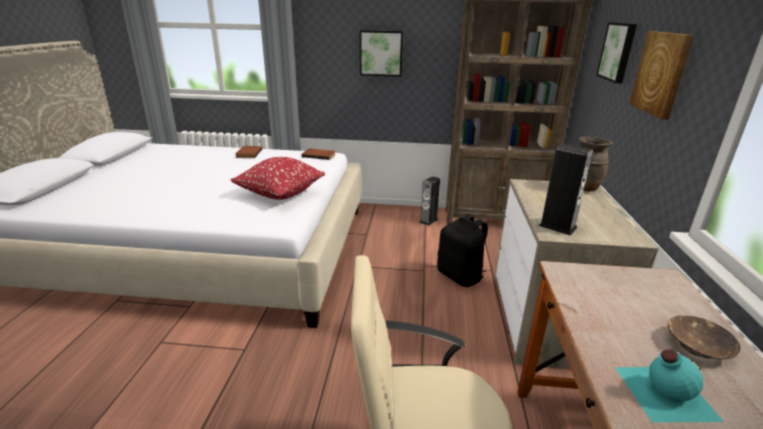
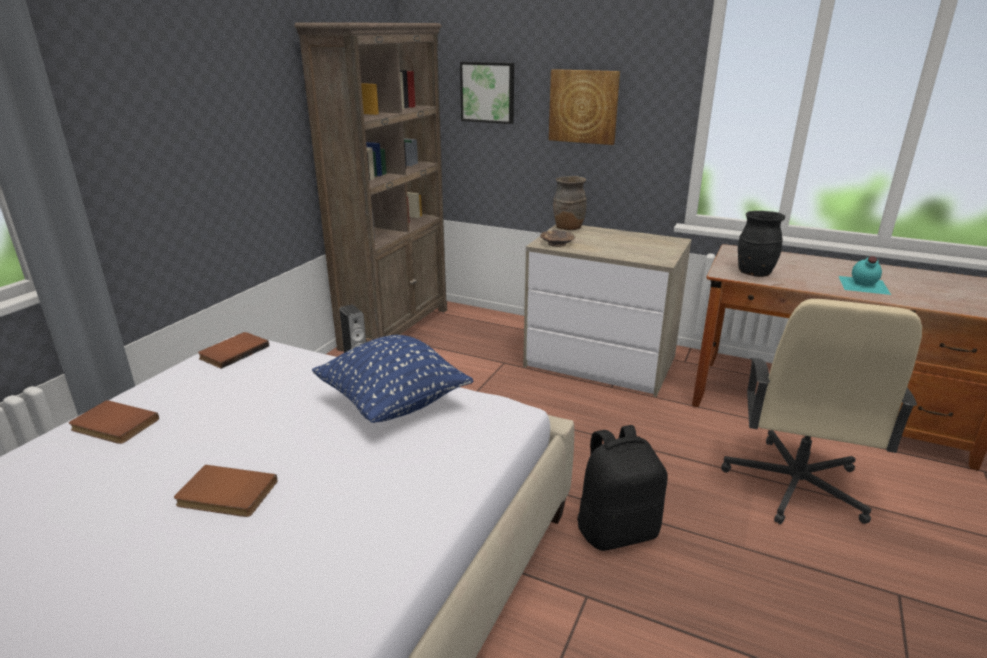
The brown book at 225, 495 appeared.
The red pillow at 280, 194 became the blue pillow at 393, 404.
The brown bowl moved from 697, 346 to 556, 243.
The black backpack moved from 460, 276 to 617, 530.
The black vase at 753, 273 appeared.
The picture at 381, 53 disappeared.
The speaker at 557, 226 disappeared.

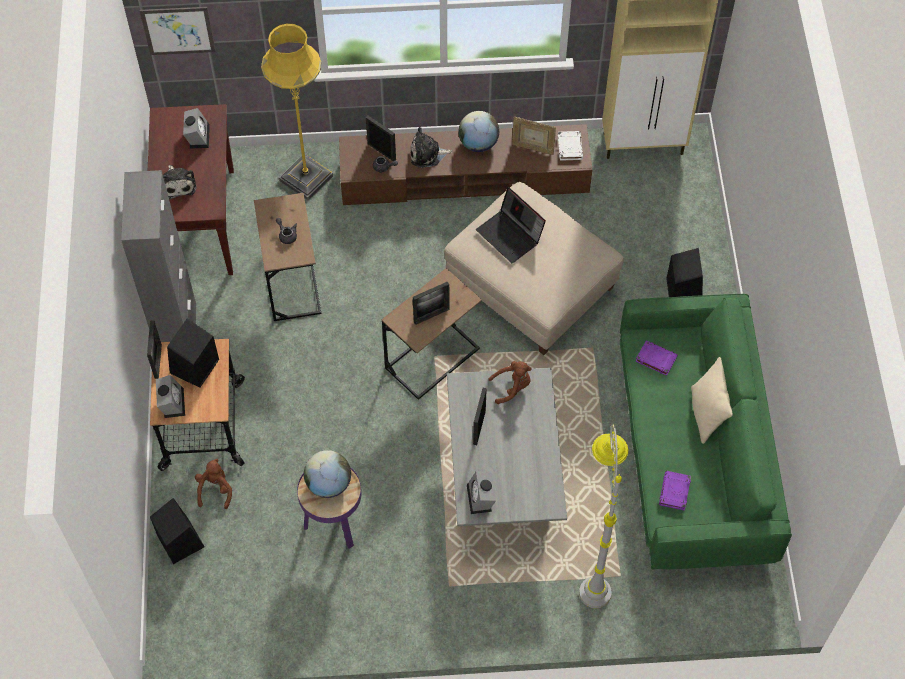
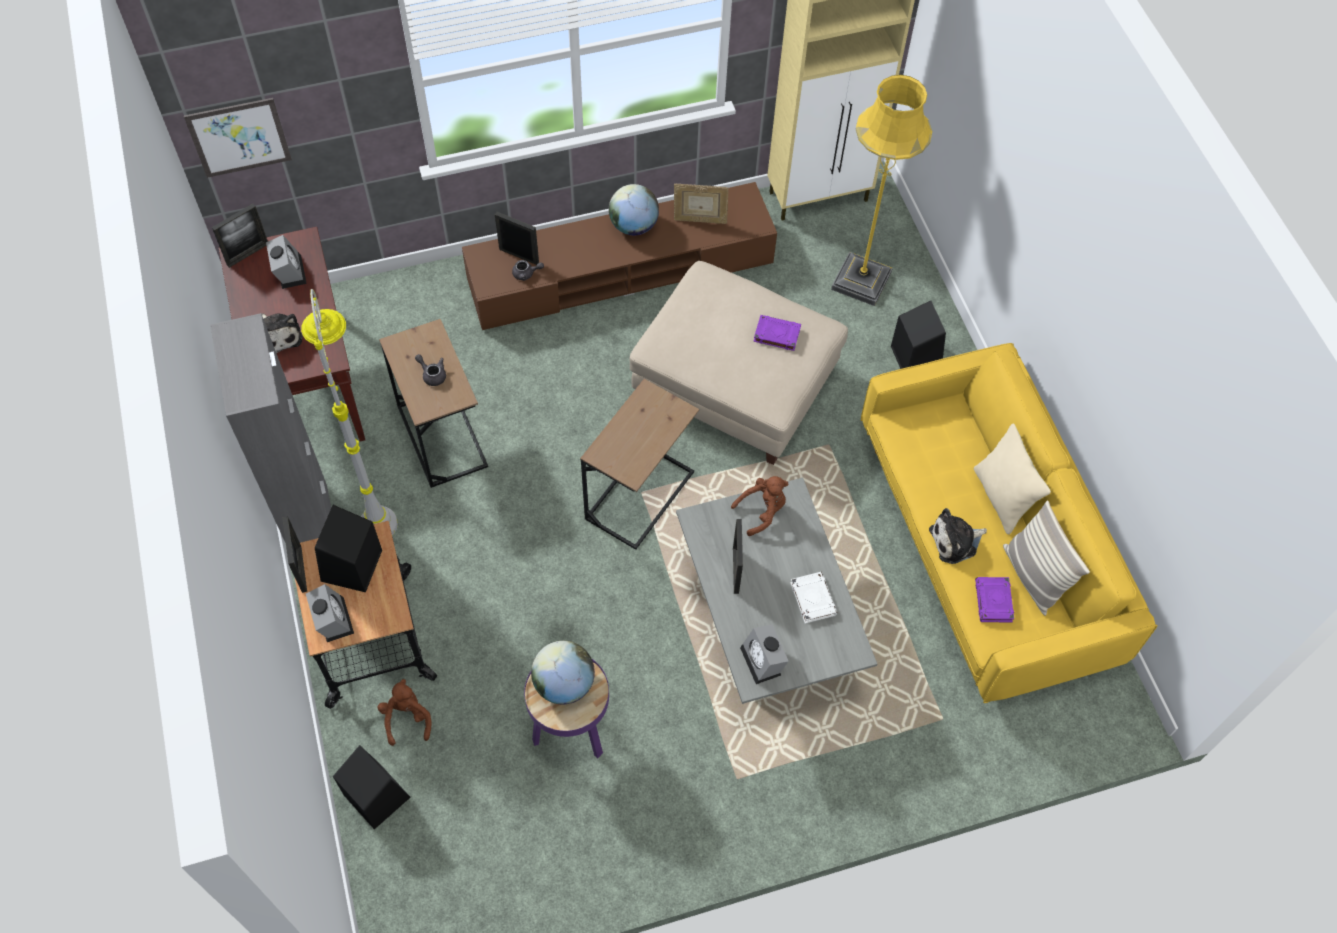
The picture frame moved from 431, 315 to 247, 254.
The grey floor lamp moved from 593, 567 to 374, 497.
The purple book moved from 655, 359 to 776, 334.
The white book moved from 569, 147 to 812, 598.
The yellow floor lamp moved from 306, 178 to 861, 281.
The green sofa at 692, 452 became the yellow sofa at 982, 547.
The plush toy moved from 427, 154 to 956, 541.
The pillow at 1032, 577 appeared.
The laptop at 510, 235 disappeared.

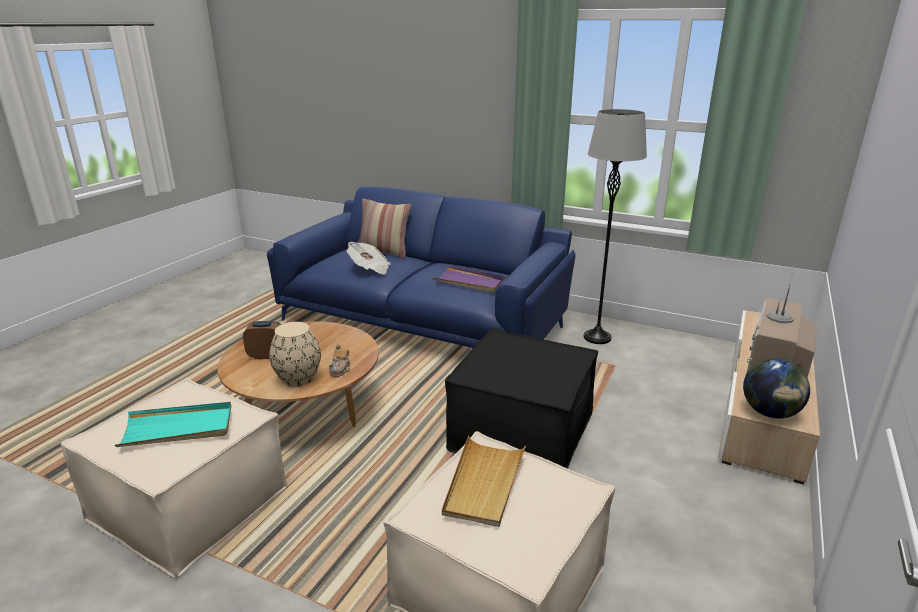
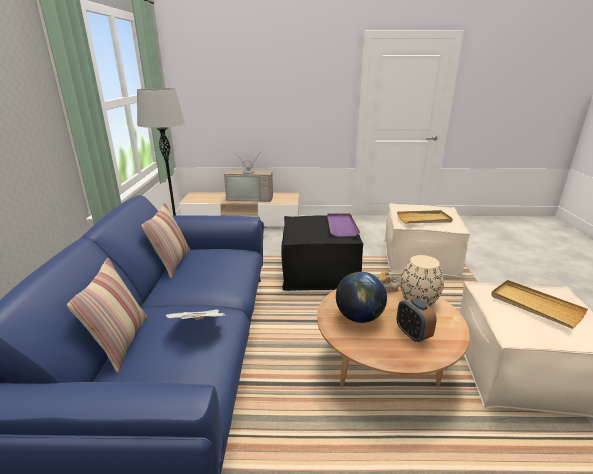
The pillow at 172, 263 appeared.
The purple tray moved from 469, 282 to 341, 226.
The globe moved from 770, 413 to 359, 317.
The turquoise tray at 178, 428 became the beige tray at 535, 305.

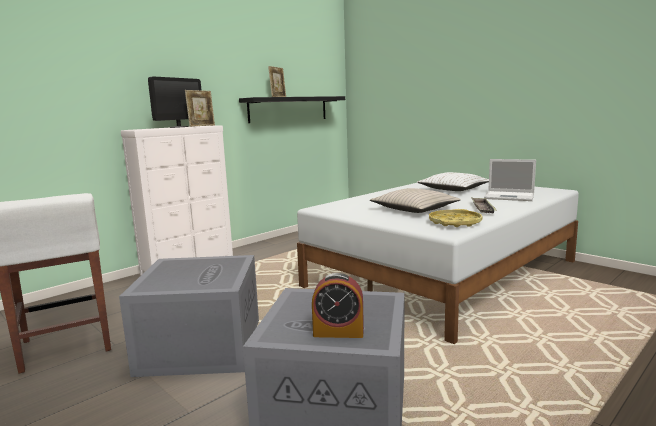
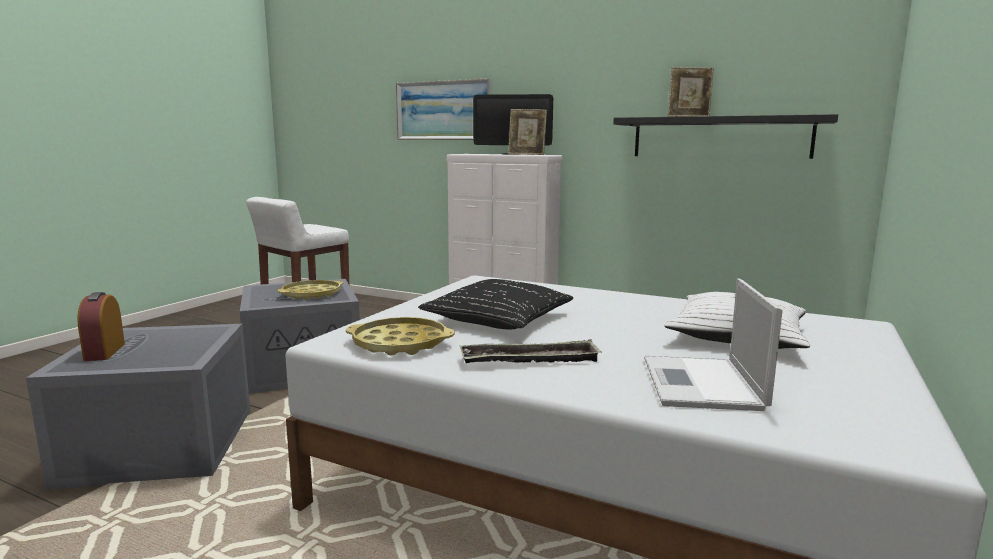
The yellow tray at 312, 294 appeared.
The picture at 443, 110 appeared.
The beige pillow at 414, 209 became the black pillow at 499, 319.

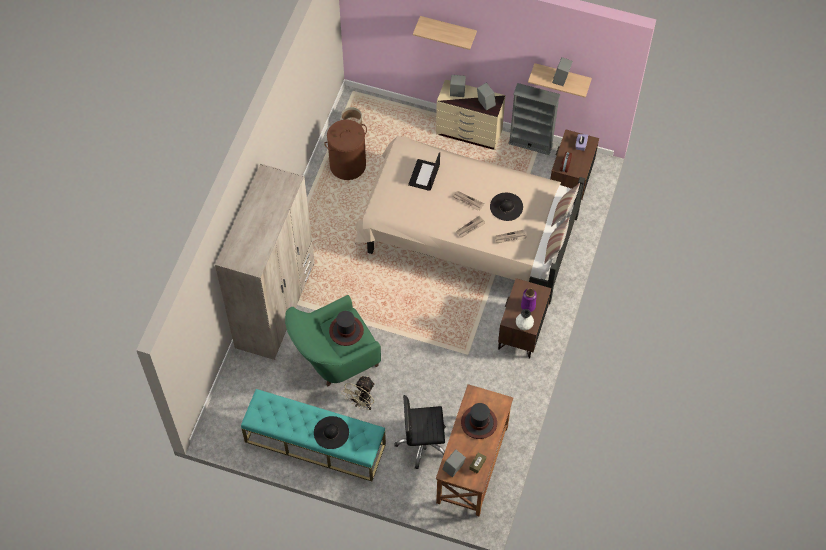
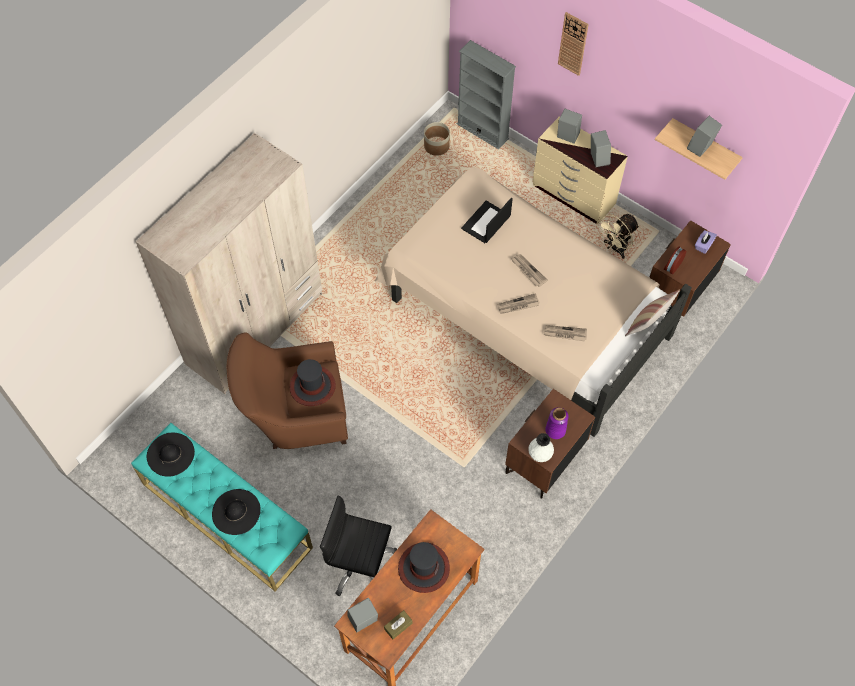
The black hat moved from 506, 206 to 170, 454.
The green armchair at 333, 358 became the brown armchair at 295, 416.
The grey bookcase moved from 530, 144 to 482, 131.
The shelf at 448, 29 was replaced by the wall clock at 573, 44.
The beige fan moved from 361, 402 to 615, 249.
The brown laundry basket at 347, 165 disappeared.
The pillow at 554, 249 disappeared.

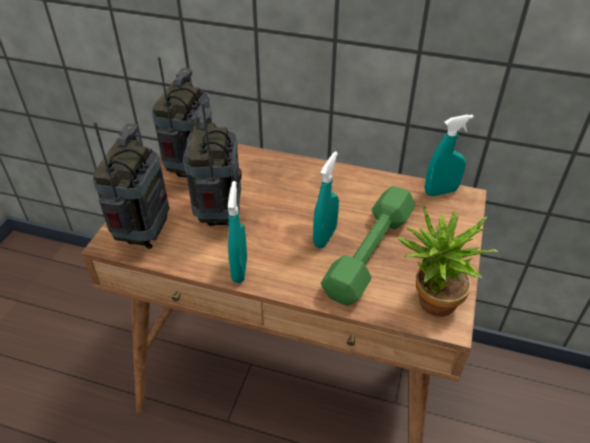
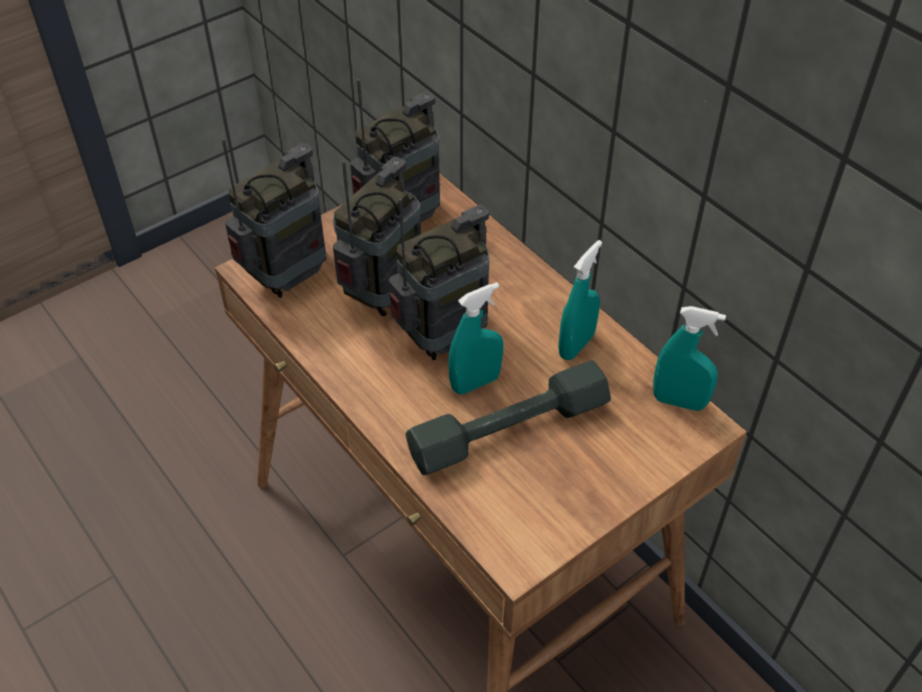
The radio at 444, 339 appeared.
The green dumbbell at 369, 252 became the grey dumbbell at 508, 429.
The turquoise spray bottle moved from 239, 269 to 576, 345.
The potted plant at 430, 304 disappeared.

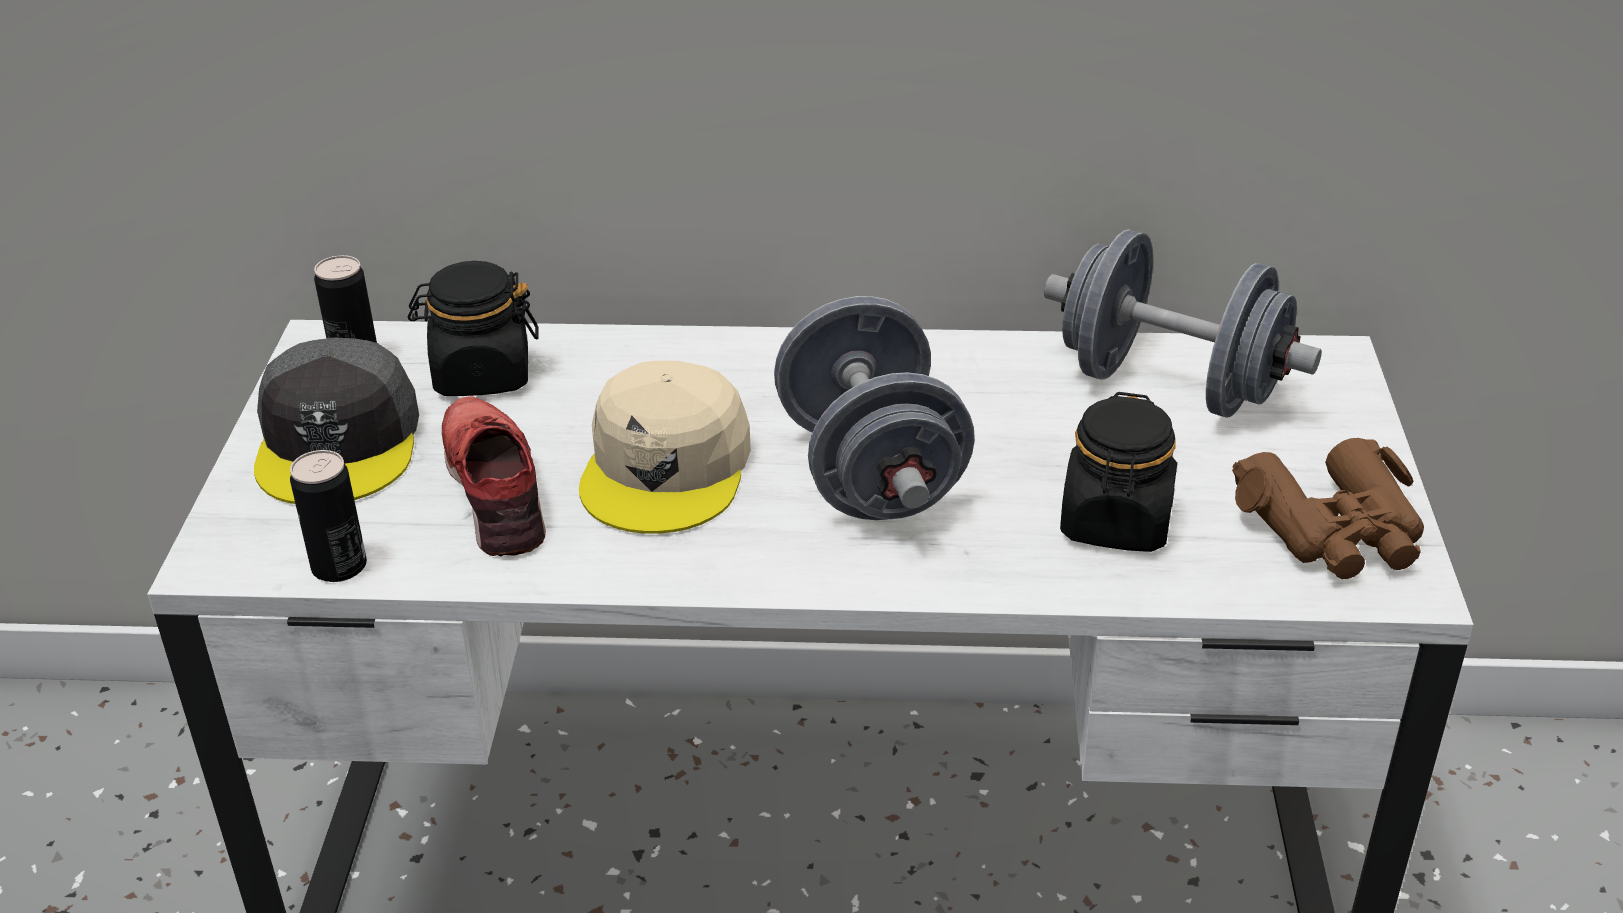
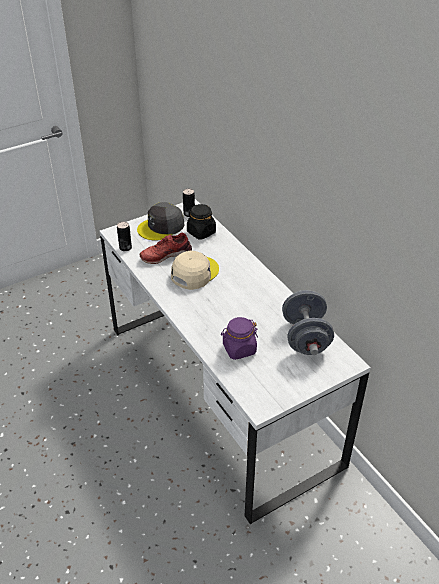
The red shoe at 498, 489 turned 150 degrees counterclockwise.
The beige cap at 667, 468 turned 150 degrees clockwise.
The black jar at 1116, 522 became the purple jar at 239, 349.
The grey dumbbell at 871, 472 disappeared.
The brown binoculars at 1334, 530 disappeared.

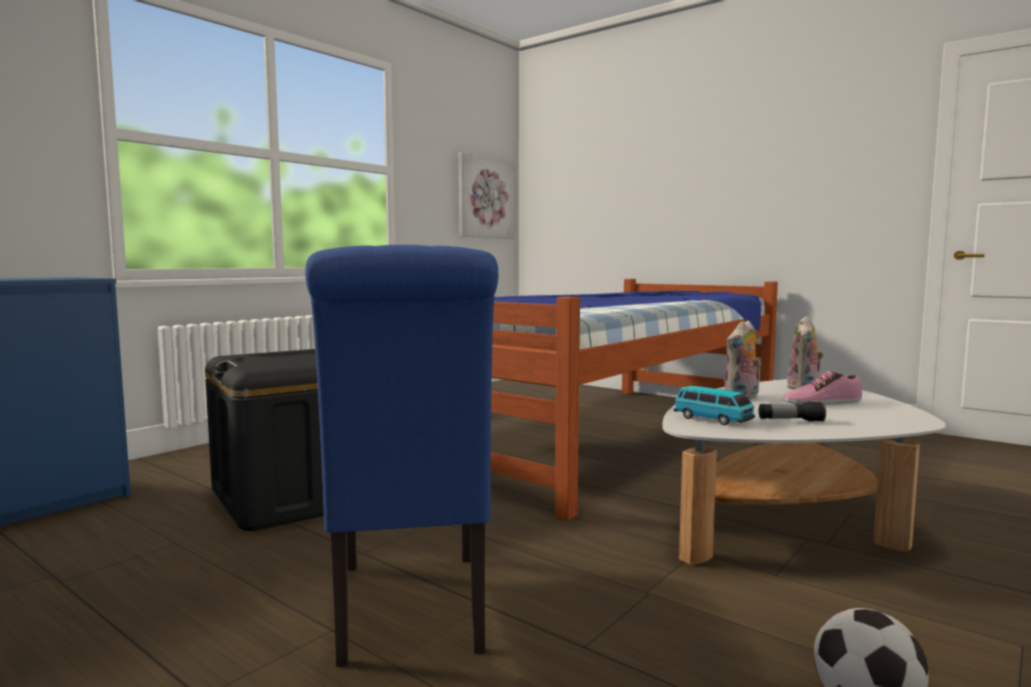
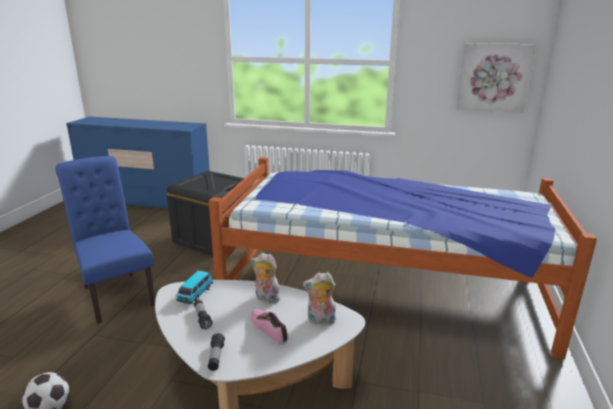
The blue chair at 410, 612 turned 90 degrees clockwise.
The flashlight at 216, 357 appeared.

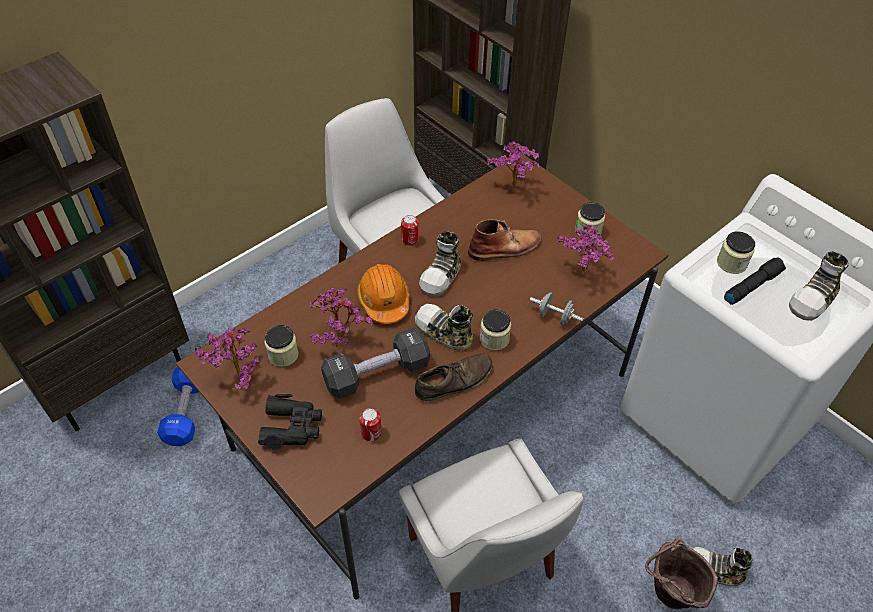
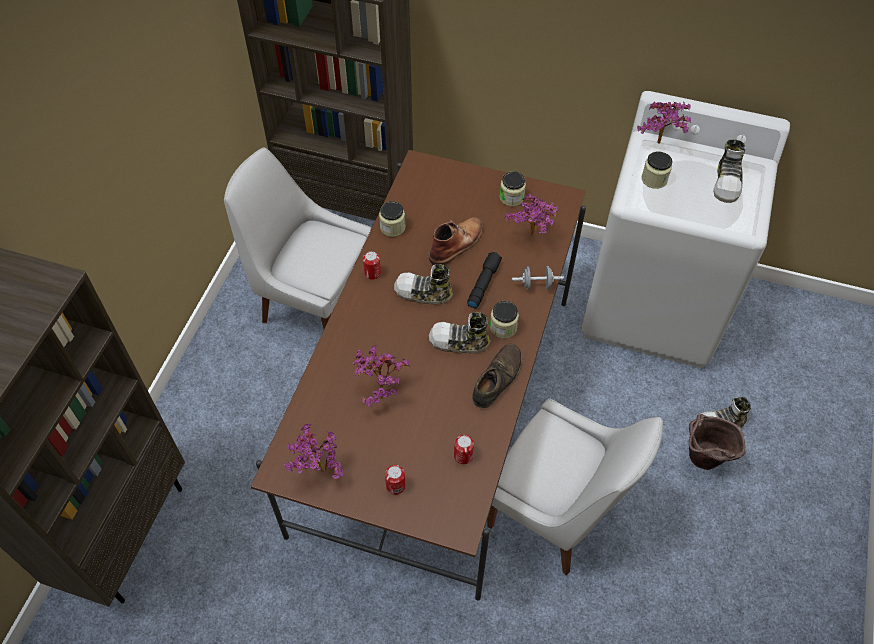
The jar moved from 283, 355 to 392, 227.
The black binoculars at 292, 426 was replaced by the can at 395, 486.
The shoe at 442, 276 turned 105 degrees clockwise.
The black flashlight moved from 752, 285 to 483, 283.
The potted plant moved from 513, 188 to 660, 145.
The blue dumbbell at 186, 412 disappeared.
The black dumbbell at 377, 374 disappeared.
The orange hard hat at 384, 300 disappeared.

